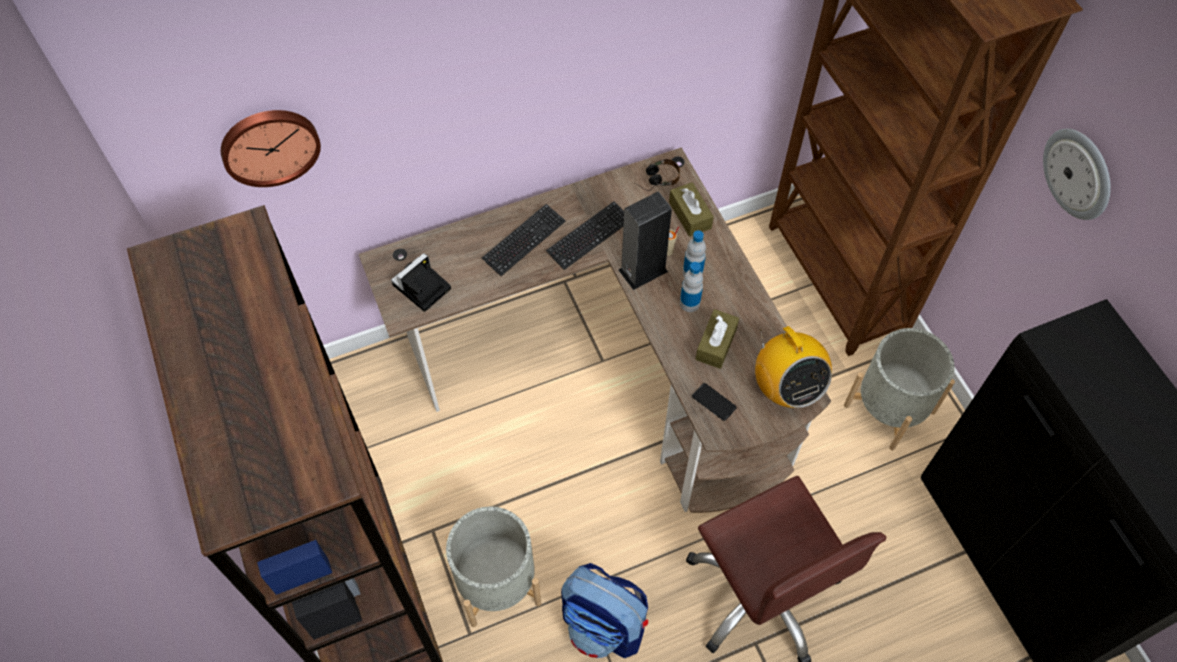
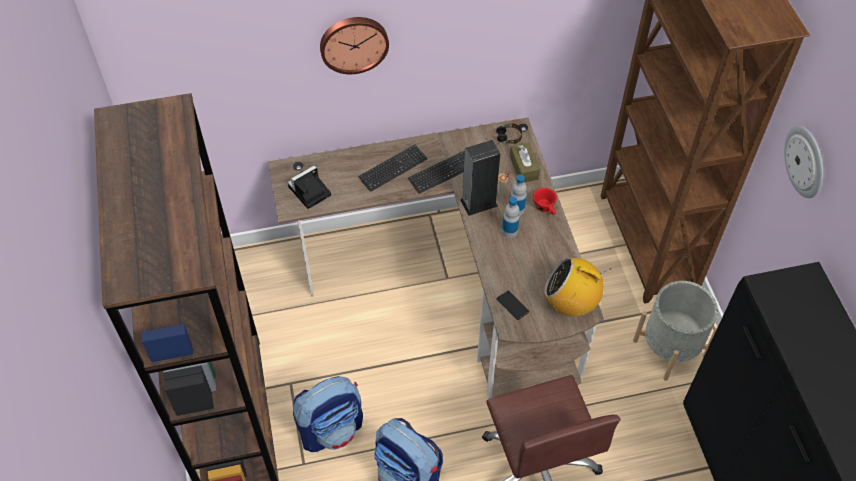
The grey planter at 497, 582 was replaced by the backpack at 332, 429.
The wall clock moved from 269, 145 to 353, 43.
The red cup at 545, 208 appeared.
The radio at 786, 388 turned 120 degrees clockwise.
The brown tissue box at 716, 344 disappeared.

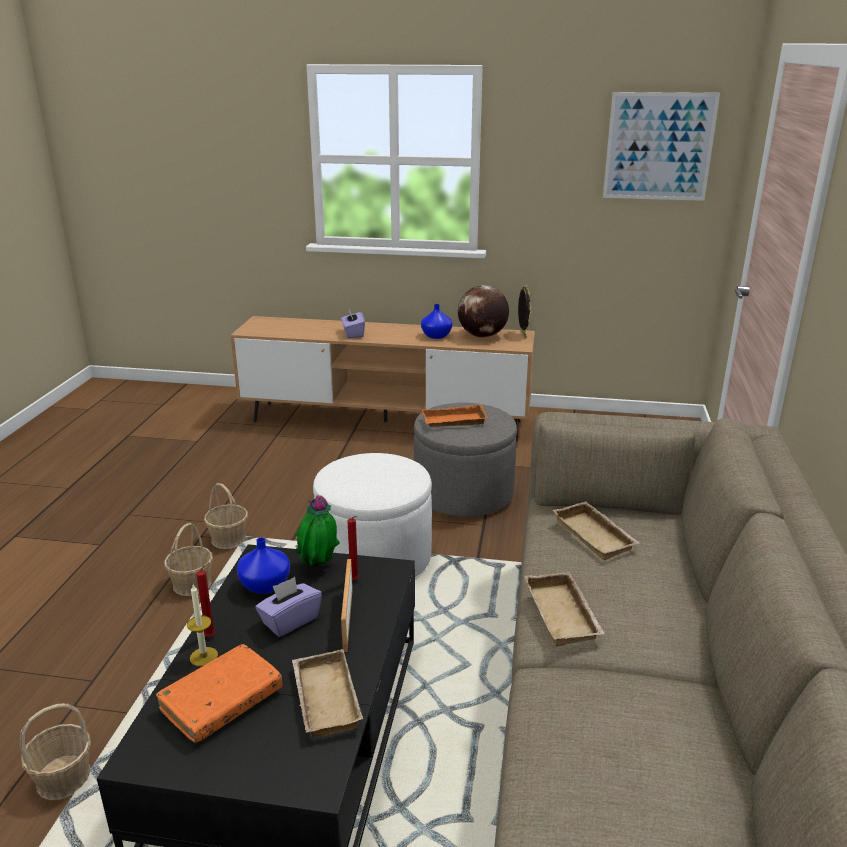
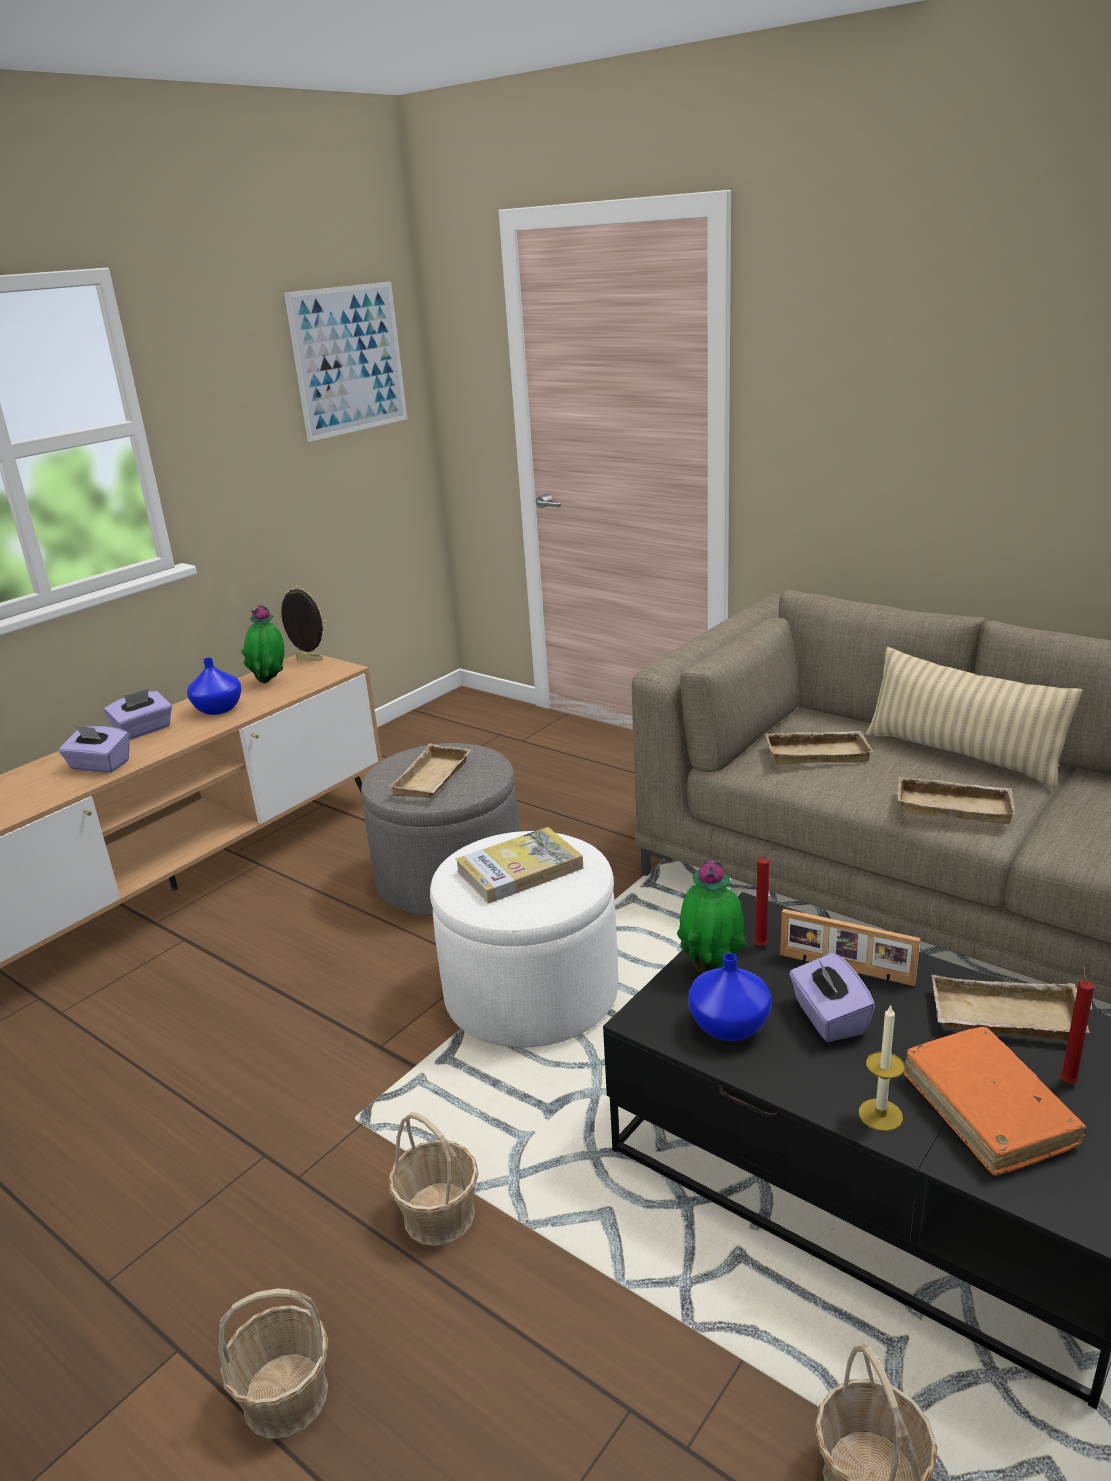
The purple tissue box at 144, 730 appeared.
The basket moved from 229, 539 to 285, 1396.
The globe at 482, 336 was replaced by the potted plant at 270, 682.
The orange tray at 453, 422 became the beige tray at 434, 779.
The book at 519, 869 appeared.
The beige pillow at 961, 754 appeared.
The red candle moved from 212, 636 to 1067, 1081.

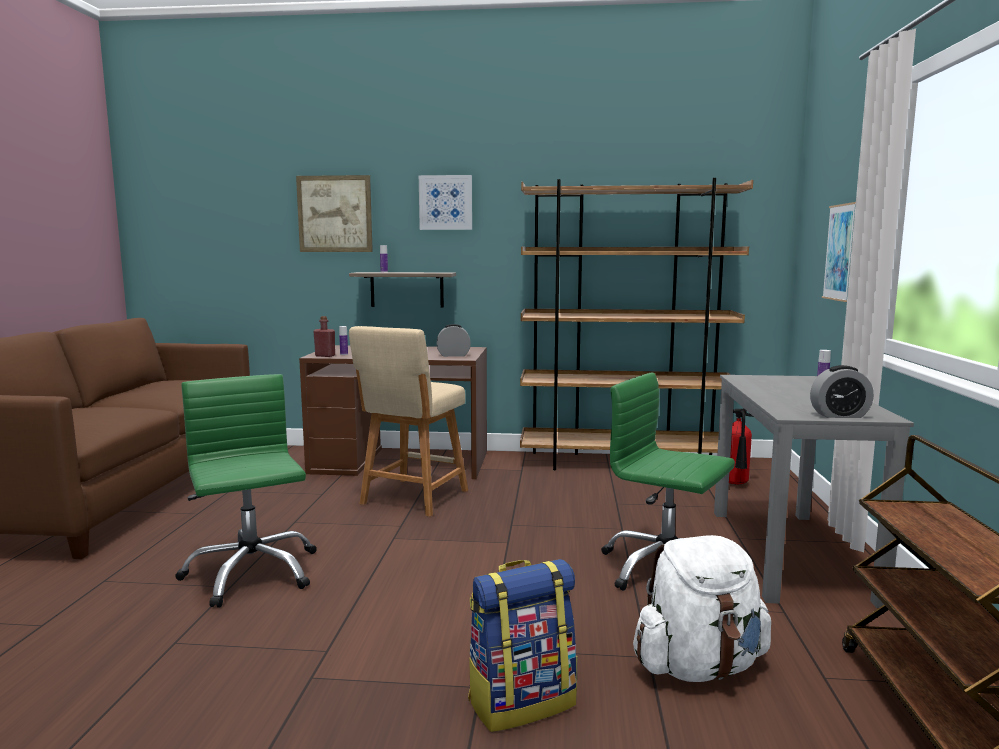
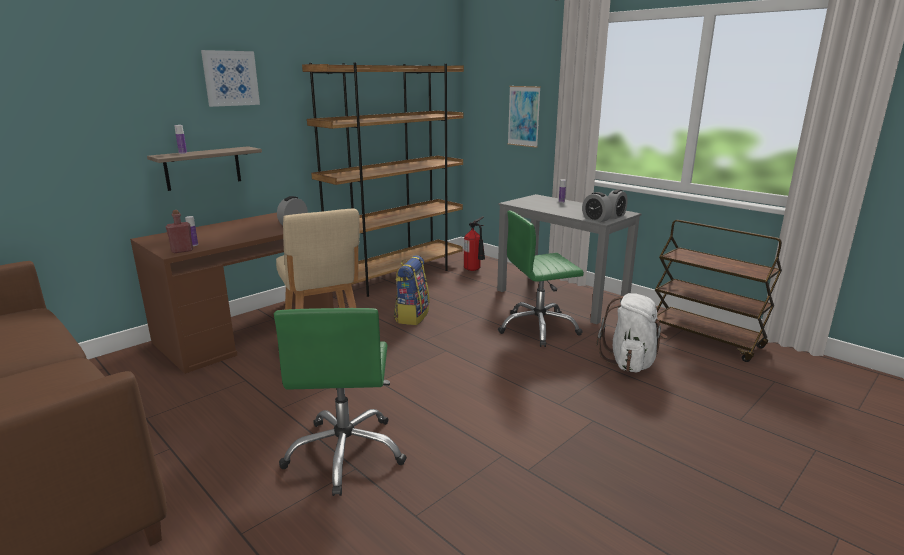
The green office chair at 251, 573 turned 105 degrees counterclockwise.
The backpack moved from 522, 702 to 411, 316.
The alarm clock at 596, 219 appeared.
The picture at 335, 214 disappeared.

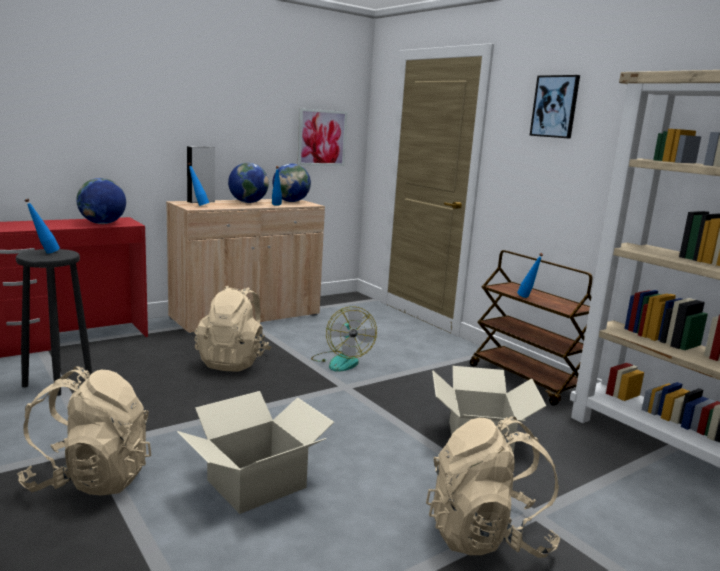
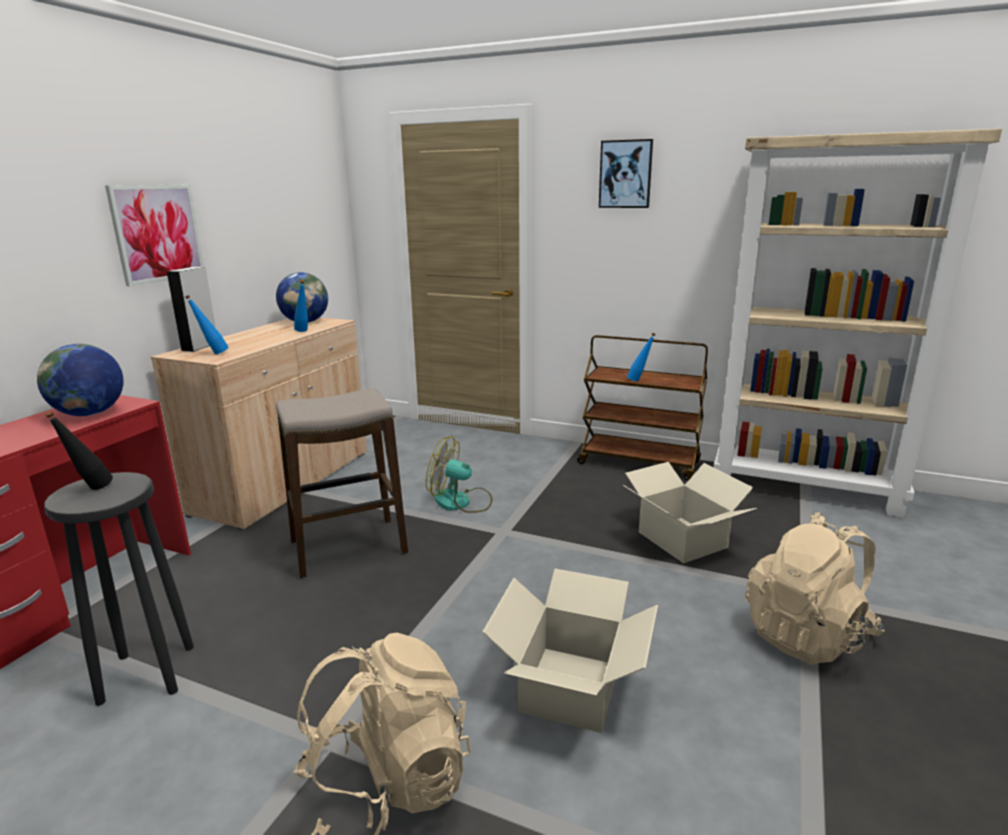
The blue bottle at 44, 253 became the black bottle at 90, 491.
The picture moved from 321, 138 to 157, 233.
The beige backpack at 233, 362 was replaced by the stool at 348, 547.
The fan at 341, 361 turned 150 degrees clockwise.
The globe at 248, 202 disappeared.

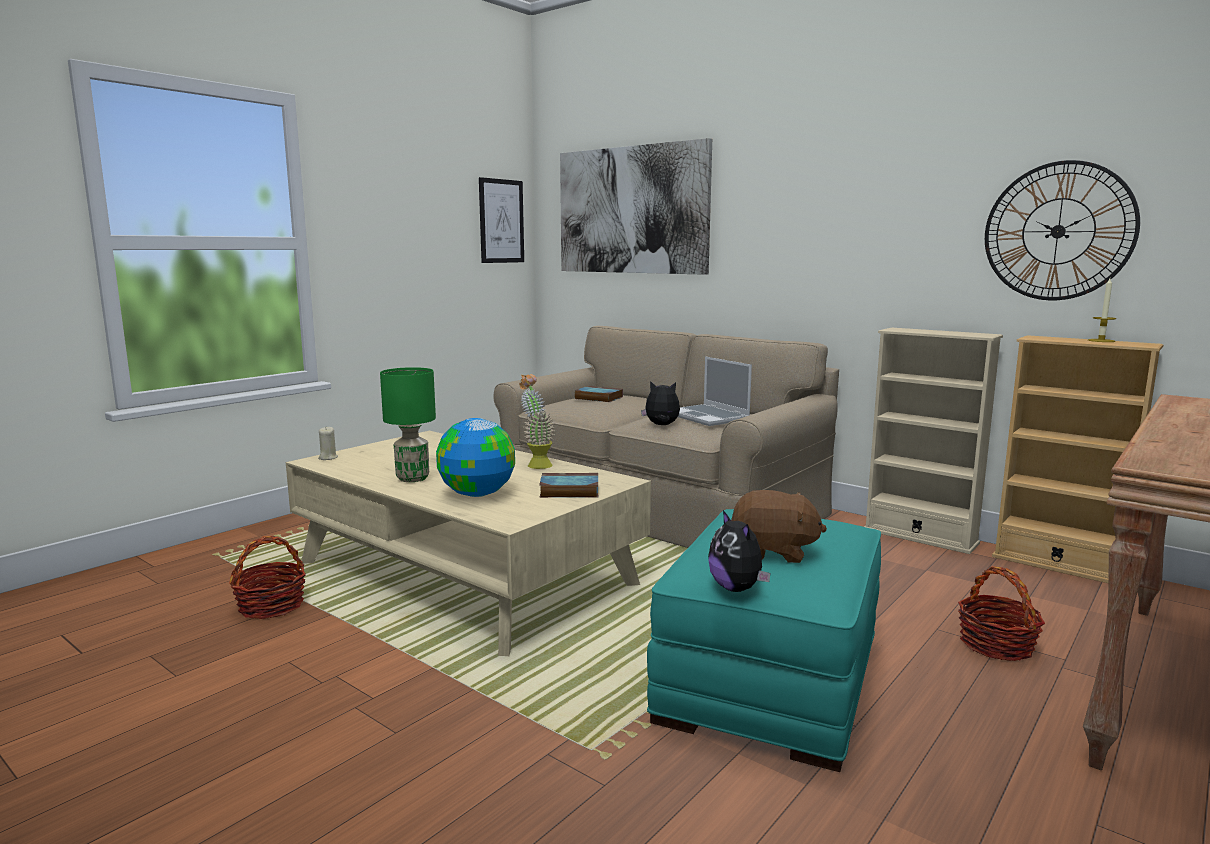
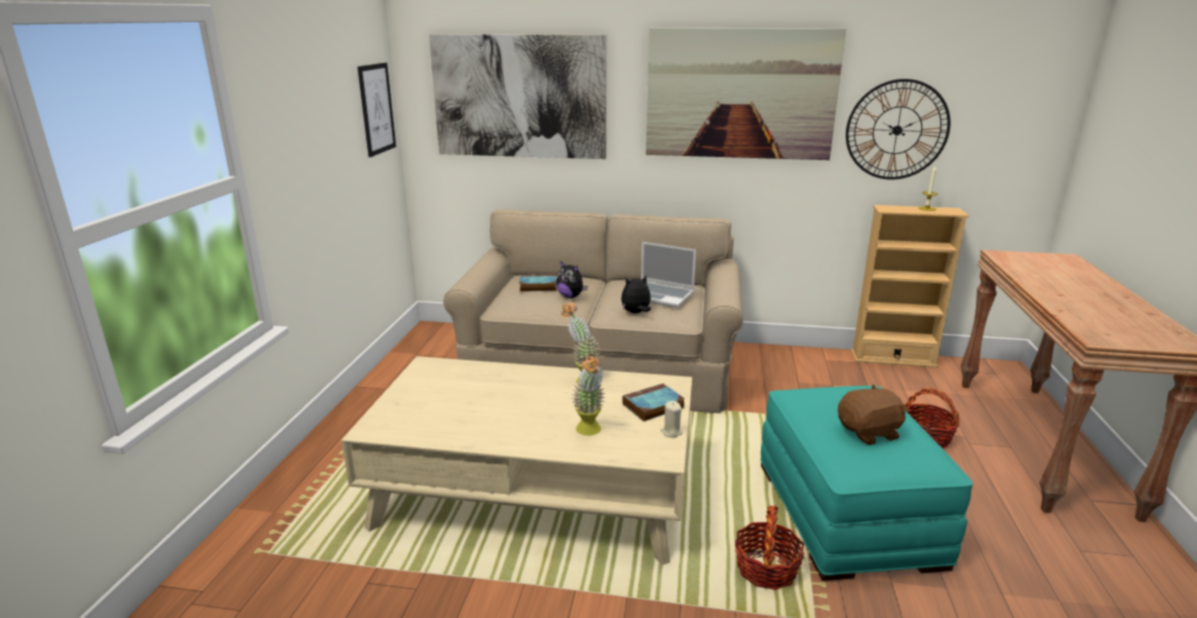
The plush toy moved from 737, 588 to 571, 296.
The globe at 476, 494 was replaced by the potted plant at 589, 432.
The picture at 740, 94 appeared.
The beige candle moved from 328, 458 to 671, 432.
The basket moved from 271, 606 to 766, 569.
The green table lamp at 412, 478 disappeared.
The beige bookcase at 920, 536 disappeared.

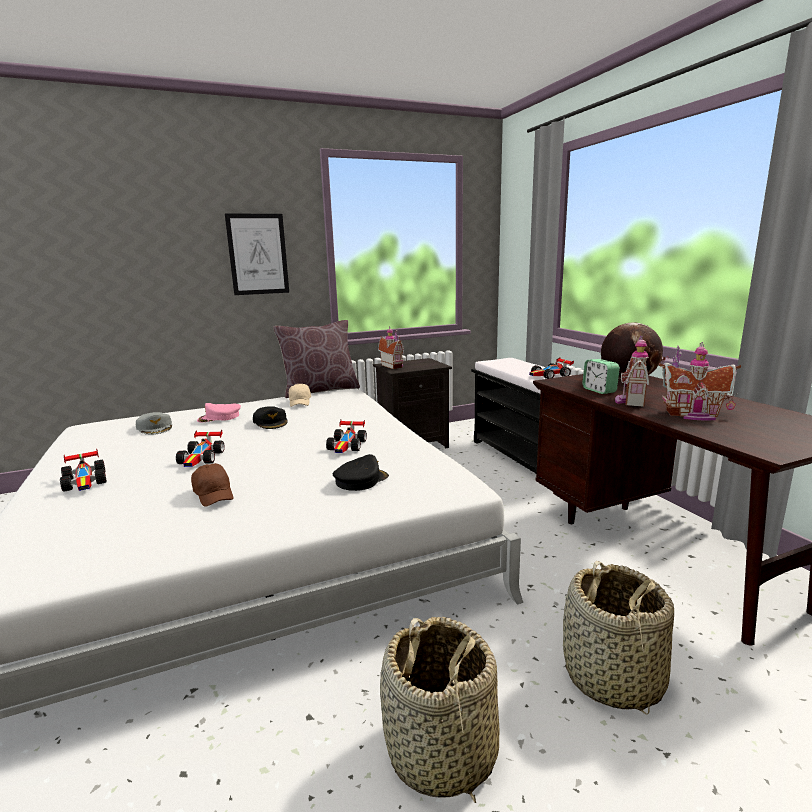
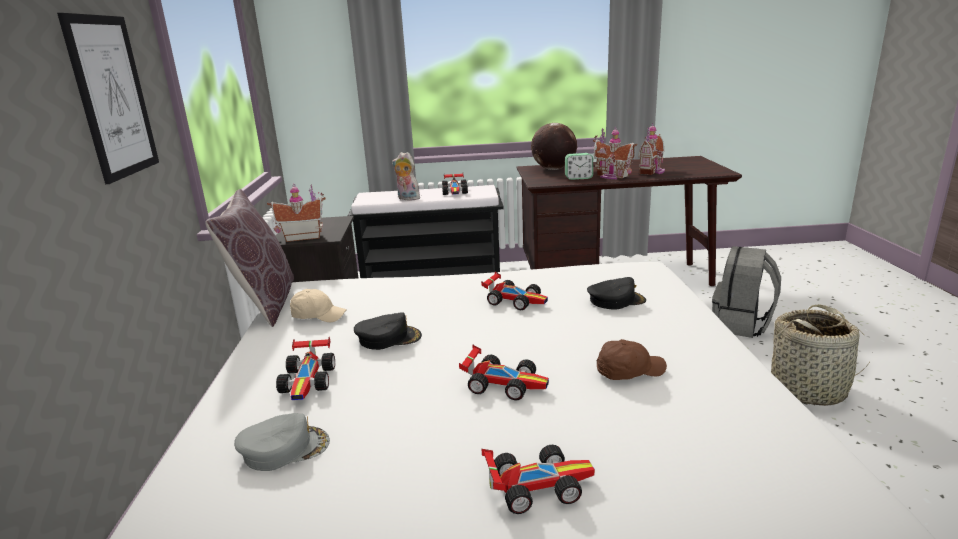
The pink cap at 219, 417 was replaced by the toy car at 309, 380.
The plush toy at 407, 198 appeared.
The black cap at 361, 480 turned 105 degrees clockwise.
The basket at 612, 677 was replaced by the grey backpack at 741, 325.

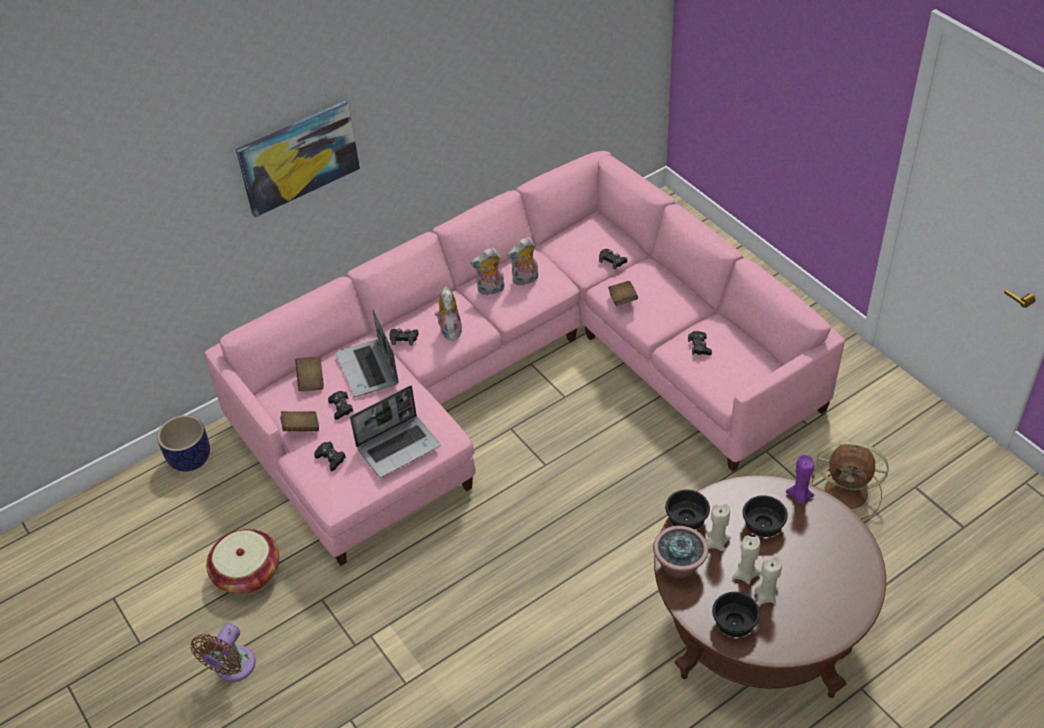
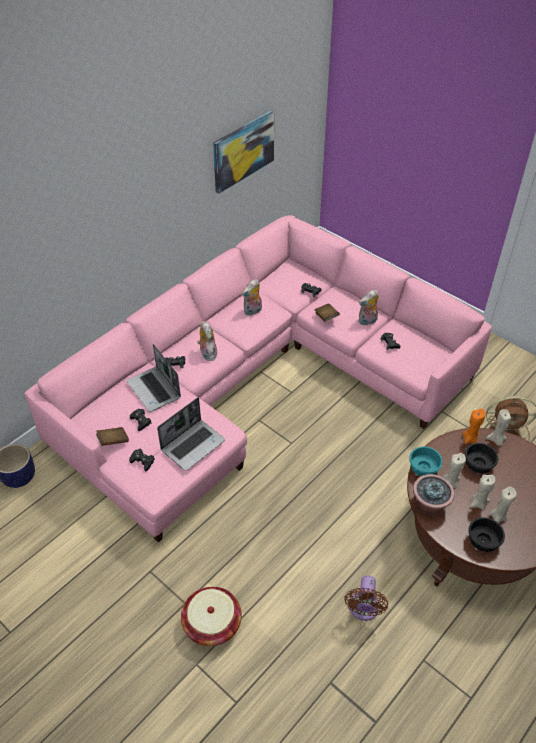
The basket moved from 247, 573 to 212, 623.
The picture moved from 298, 157 to 243, 151.
The brown fan moved from 232, 668 to 363, 609.
The plush toy moved from 490, 290 to 367, 321.
The black bowl at 686, 520 became the turquoise bowl at 423, 469.
The orange candle at 470, 438 appeared.
The purple candle at 799, 497 became the beige candle at 496, 440.
The brown book at 311, 380 disappeared.

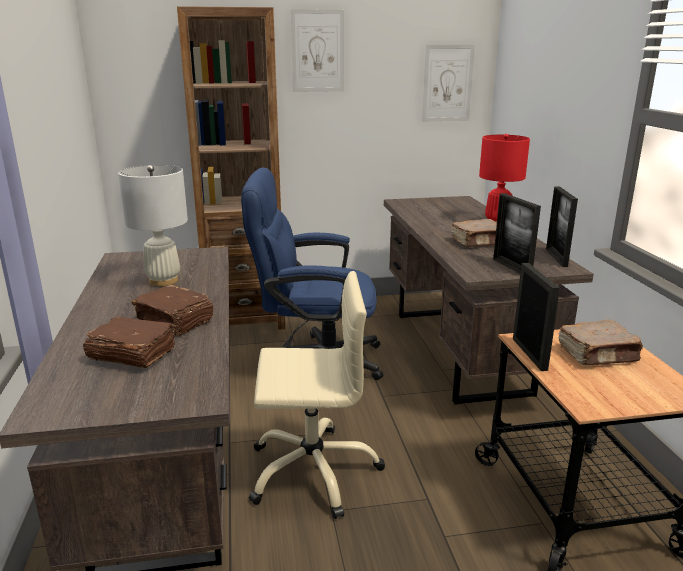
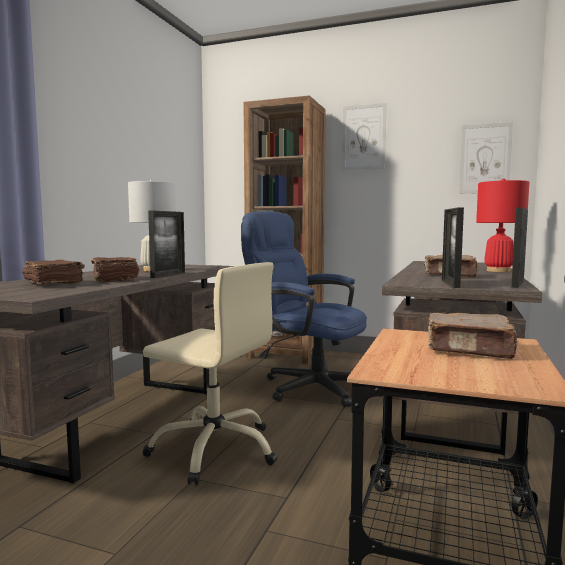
The picture frame moved from 529, 354 to 168, 275.

